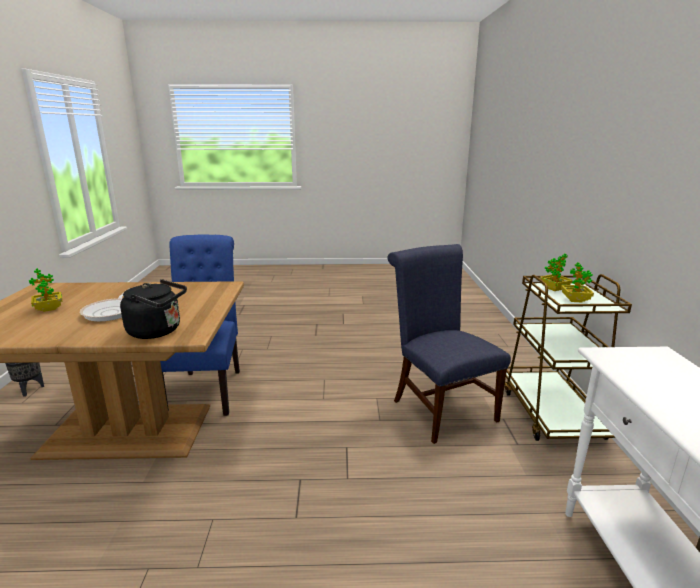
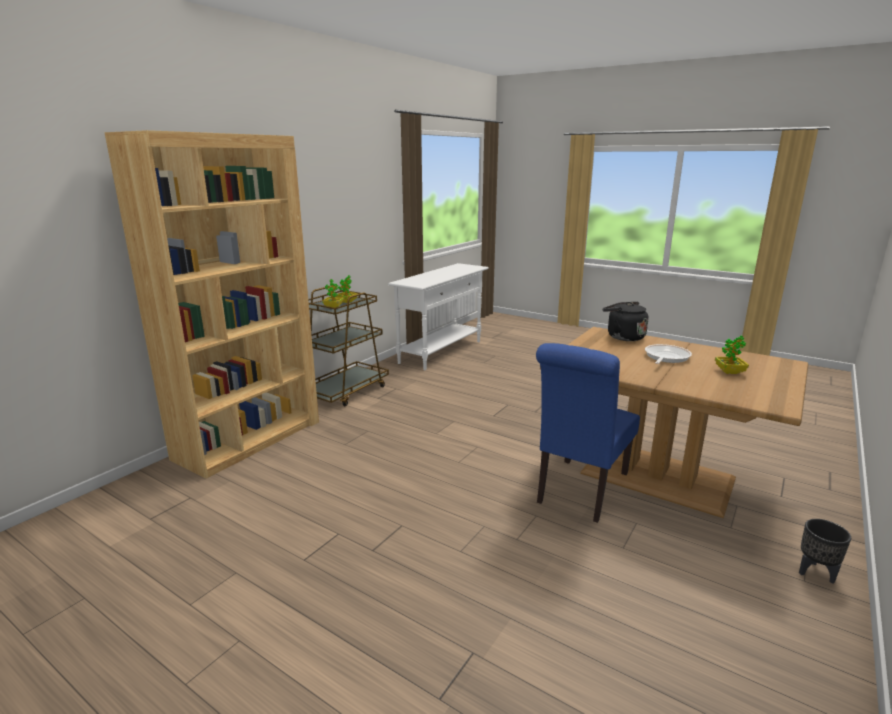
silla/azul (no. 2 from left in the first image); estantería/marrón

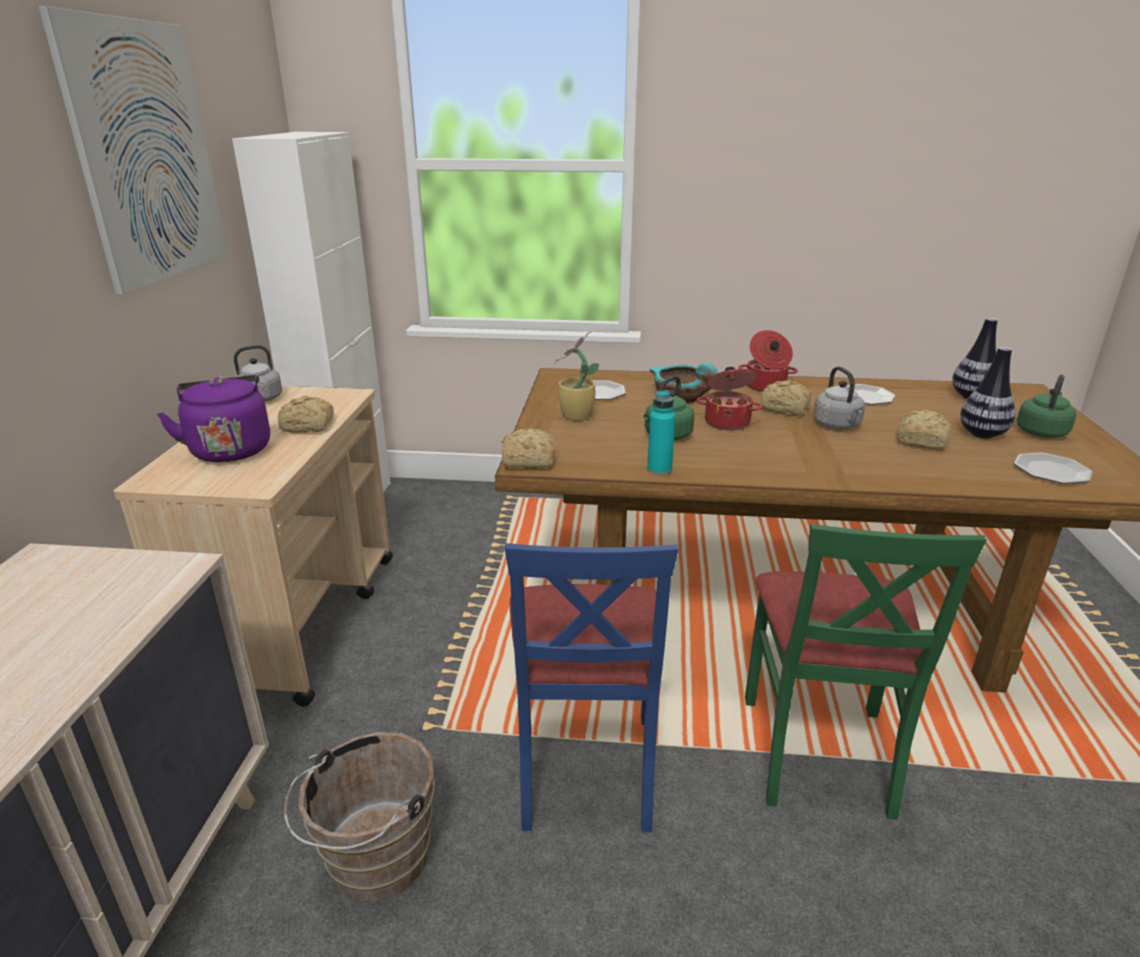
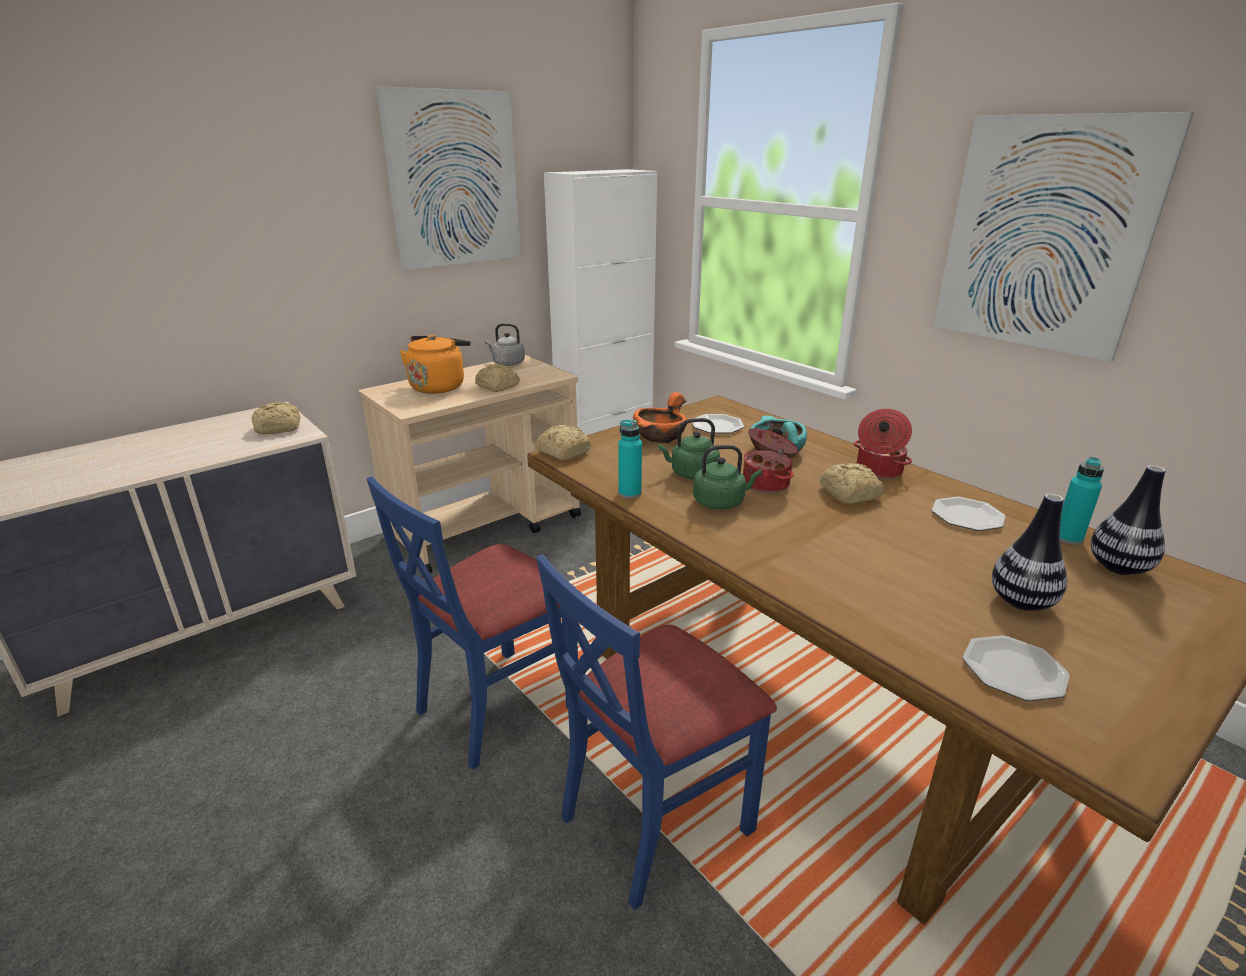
cuenco/naranja; hervidor/gris (no. 2 from left in the first image); hervidor/verde (no. 2 from left); hervidor/naranja; pan (no. 1 from left); silla/azul (no. 2 from left); cubo/marrón; cuadro (no. 2 from left); botella/turquesa (no. 2 from left)

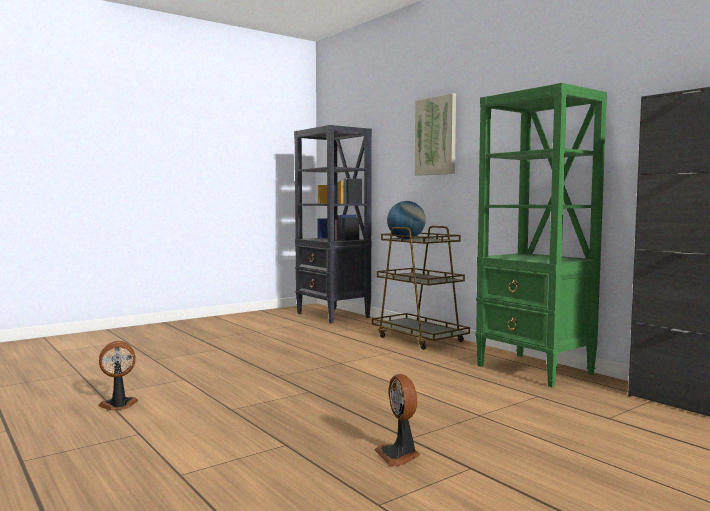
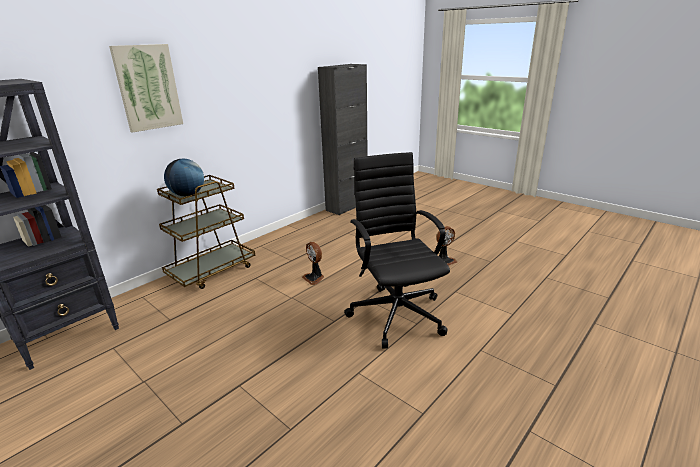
estantería/verde; ventilador (no. 1 from left); silla de oficina/negro

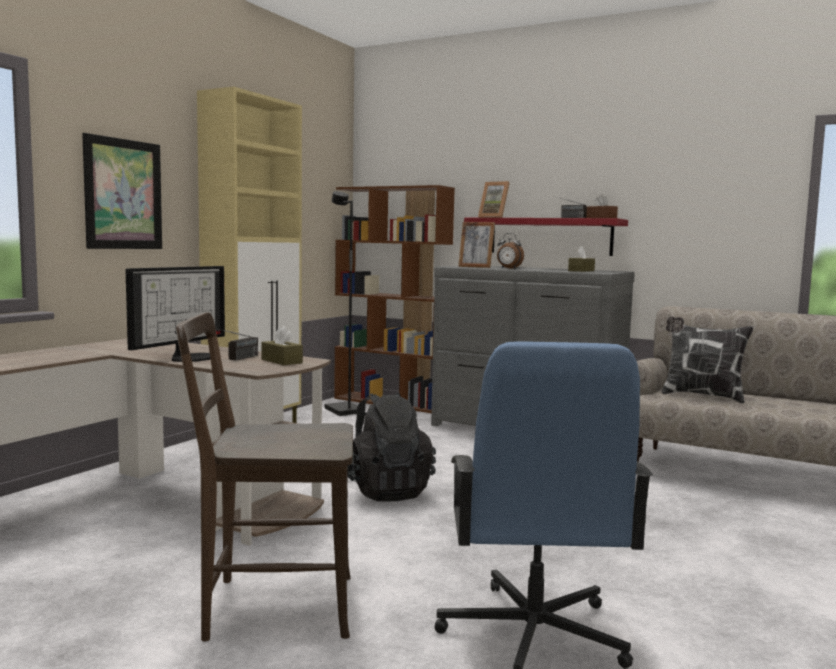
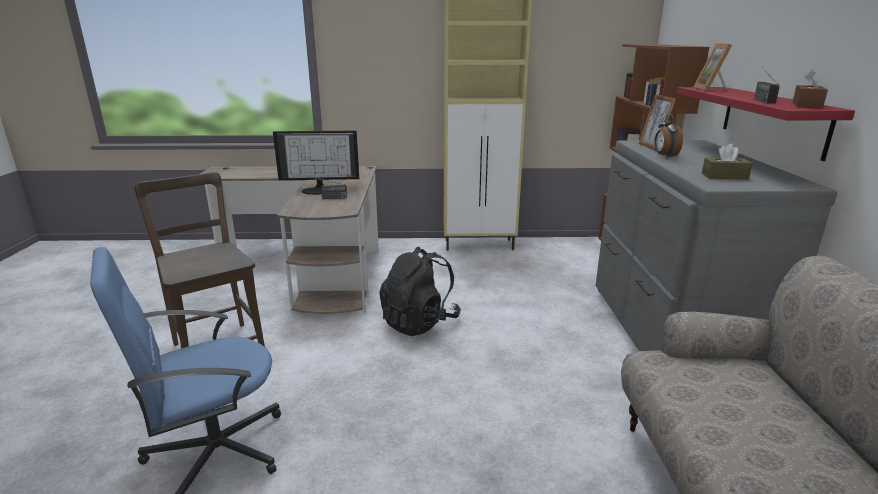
cuadro; lámpara de pie/negro; cojín; caja de pañuelos/marrón (no. 1 from left in the first image)

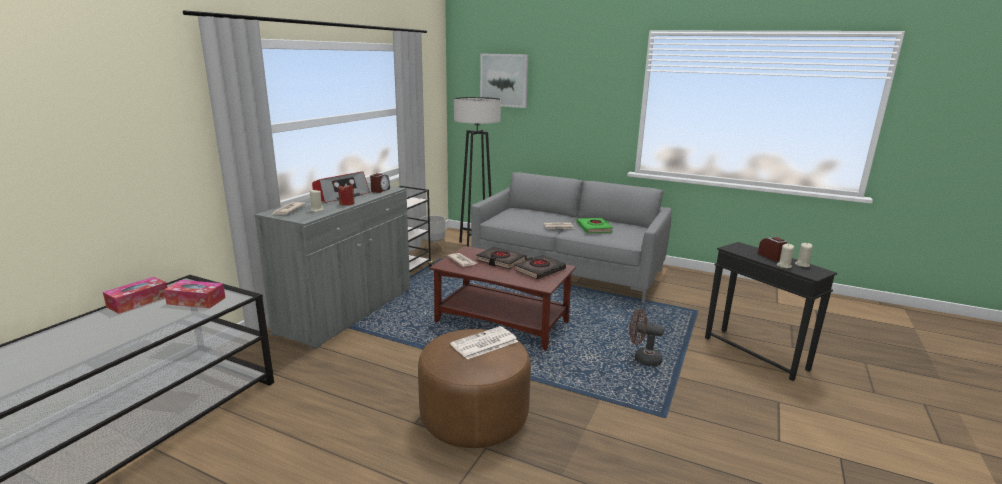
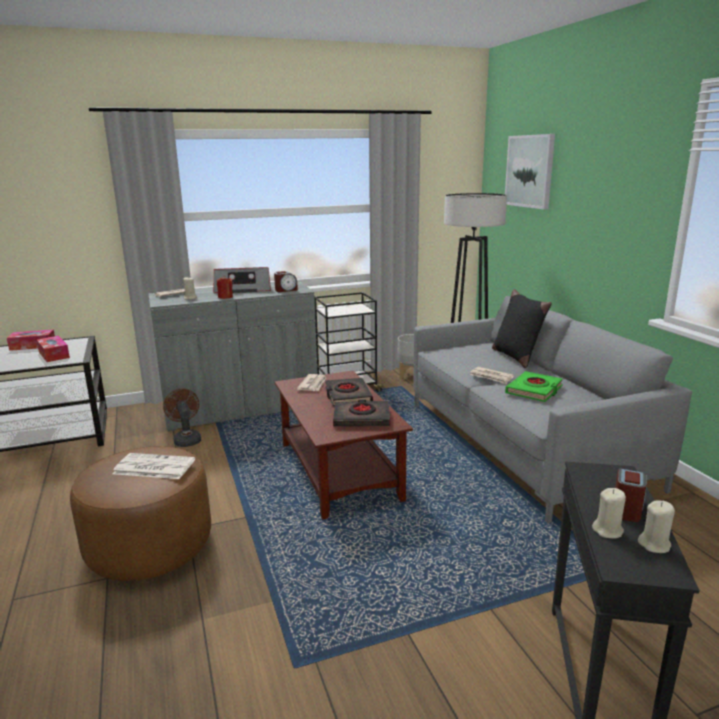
ventilador/marrón; cojín/negro

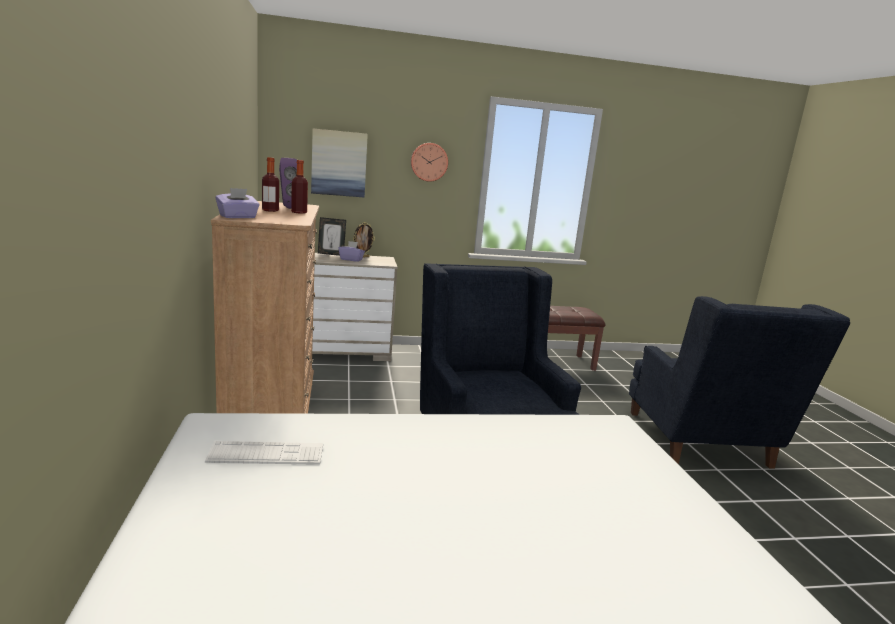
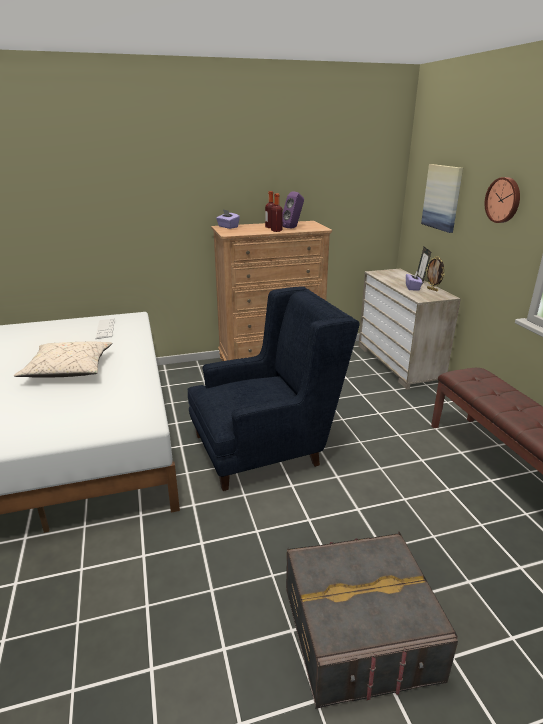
caja de almacenaje/gris; cojín/beis

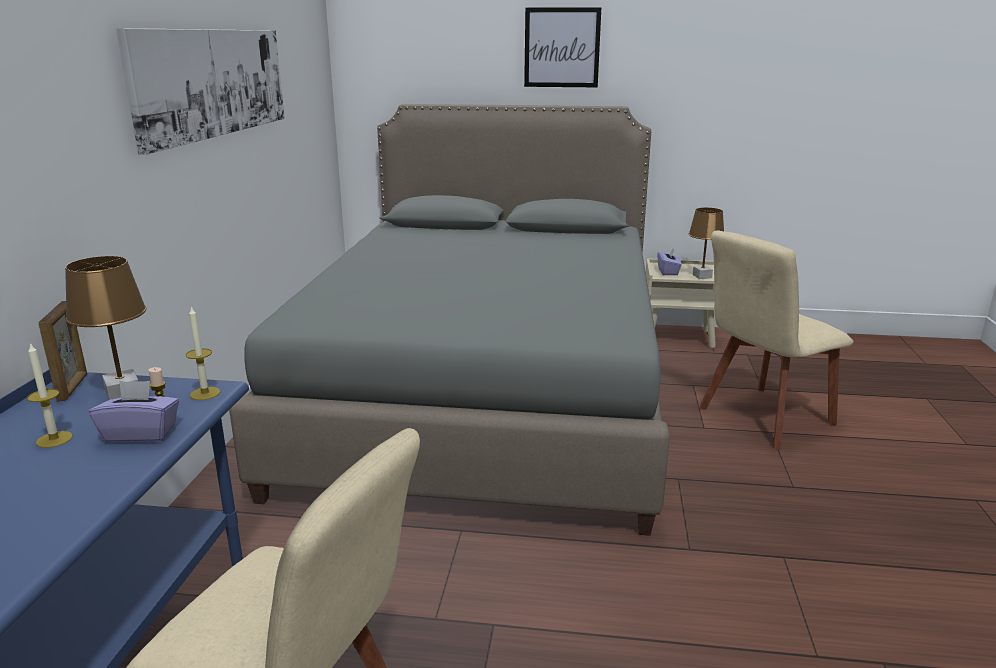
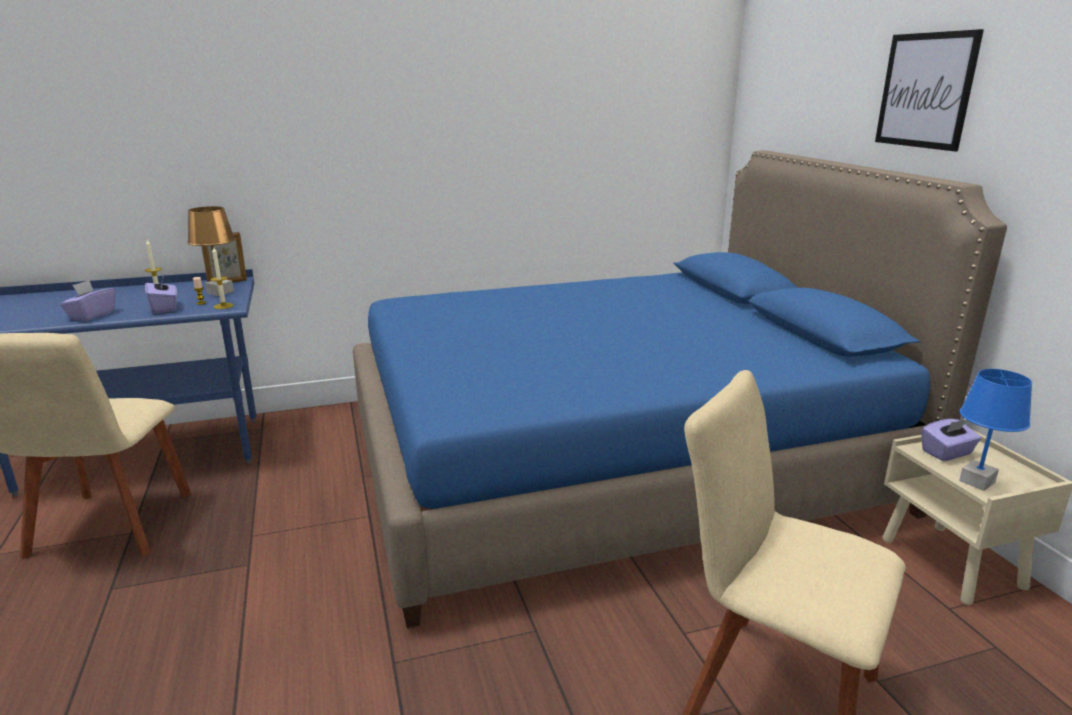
cuadro (no. 1 from left in the first image); cama/azul; lámpara de mesa/azul; caja de pañuelos/morado (no. 1 from left)

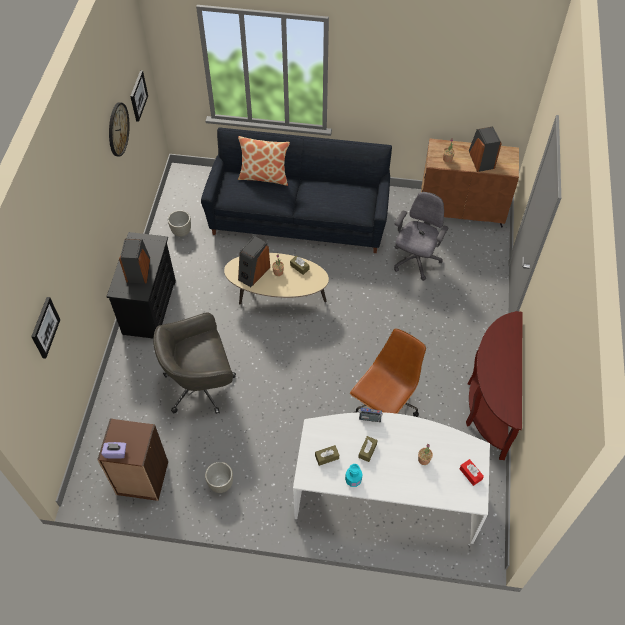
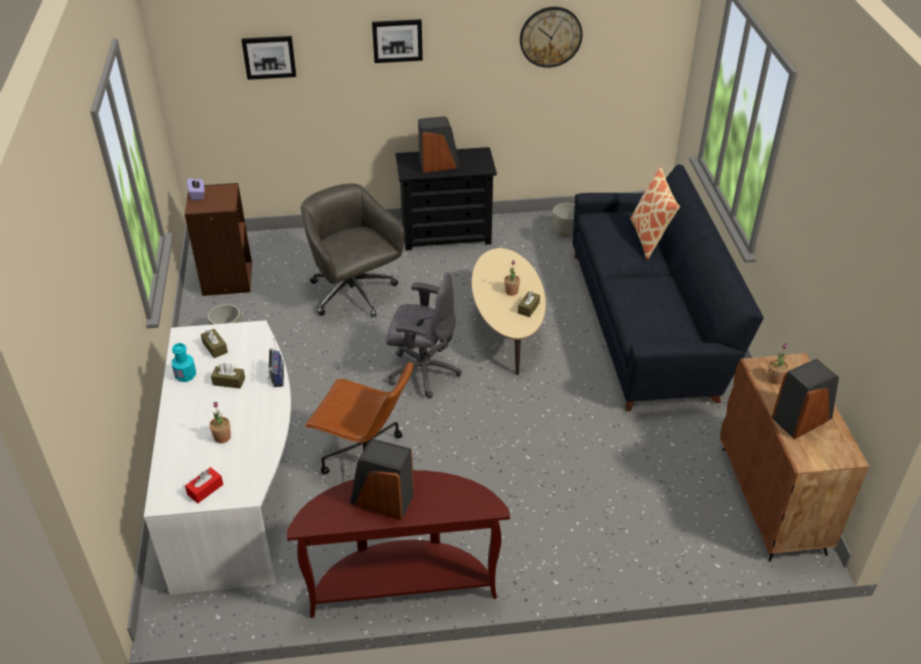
cuadro (no. 2 from left); silla de oficina/gris (no. 2 from left); altavoz (no. 1 from left)

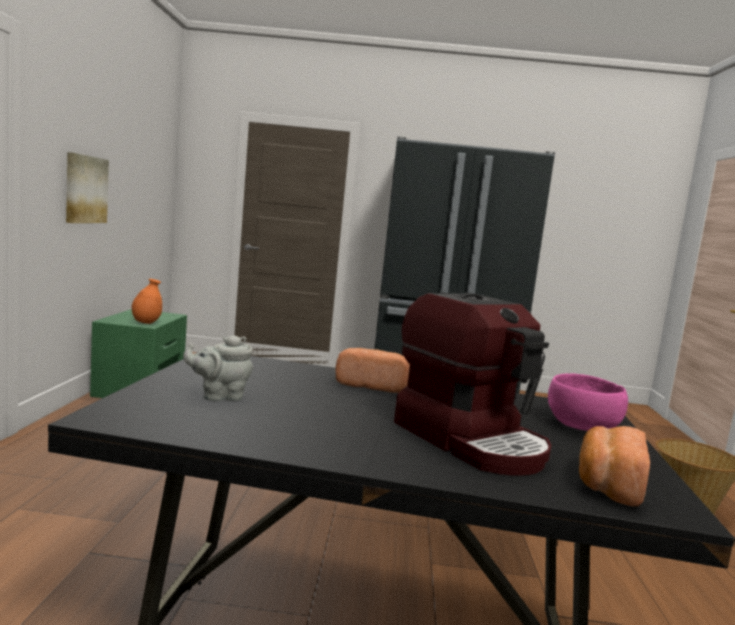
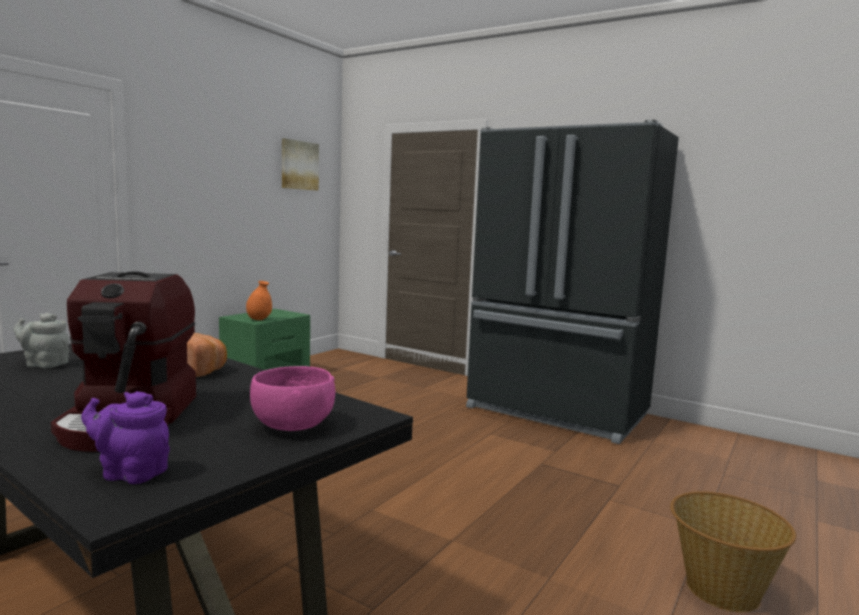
cuadro; tetera/morado

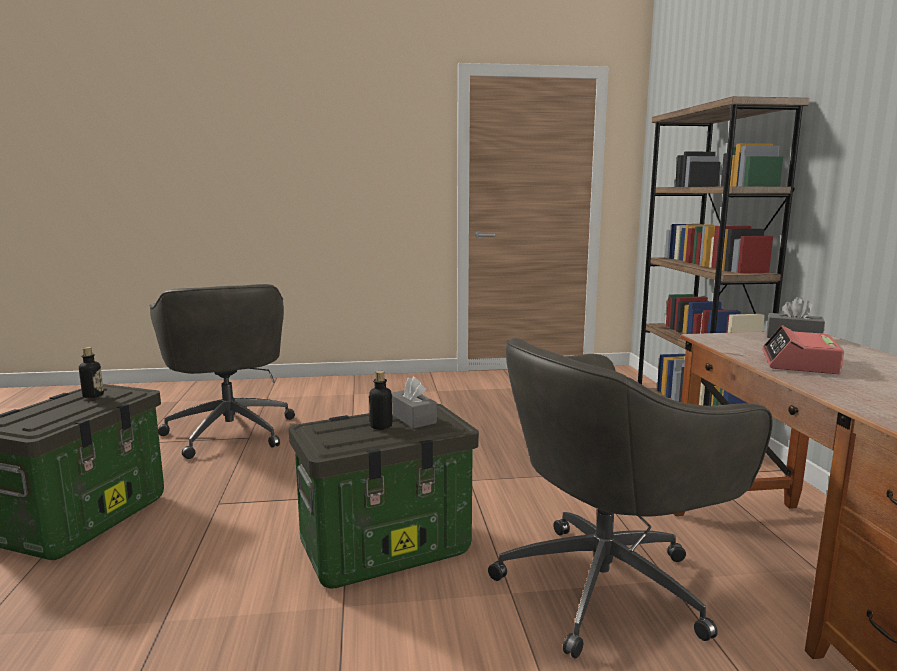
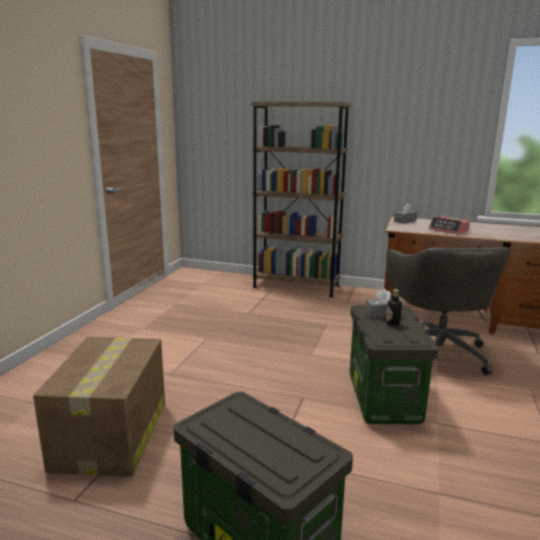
caja de cartón; botella (no. 1 from left in the first image)

